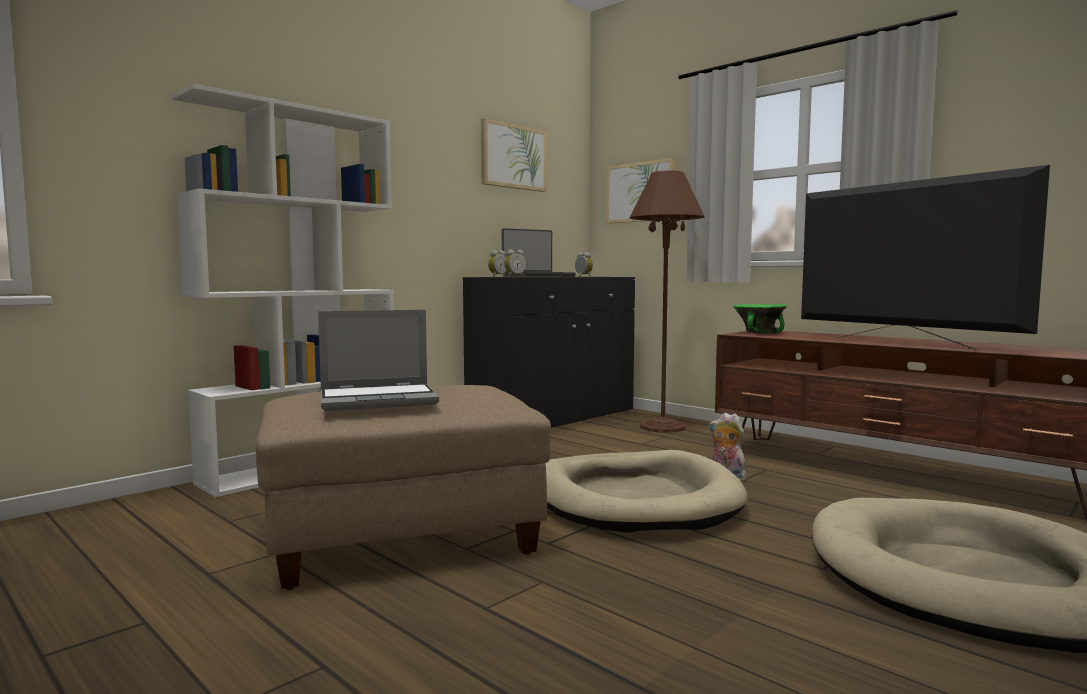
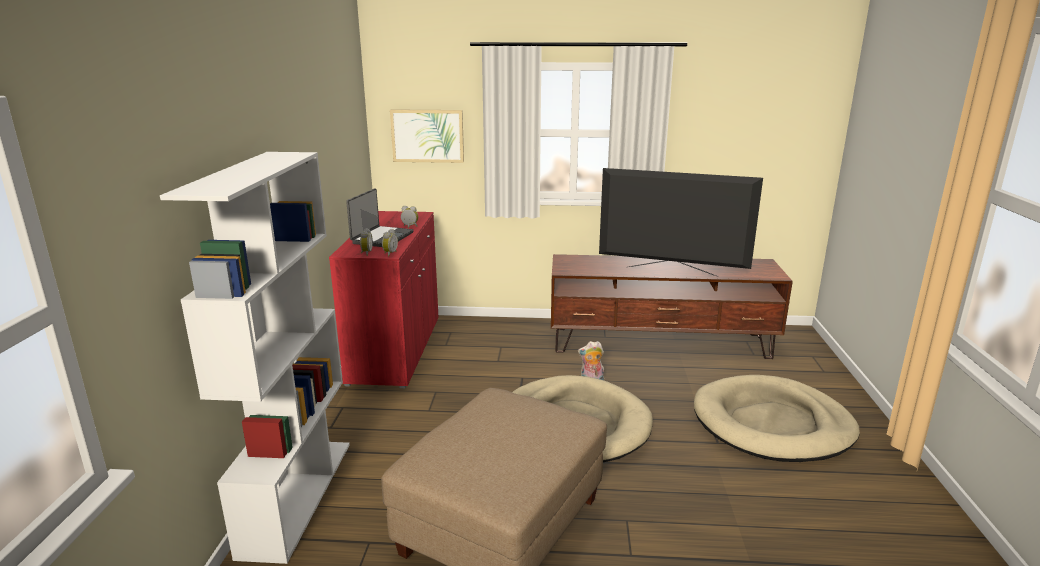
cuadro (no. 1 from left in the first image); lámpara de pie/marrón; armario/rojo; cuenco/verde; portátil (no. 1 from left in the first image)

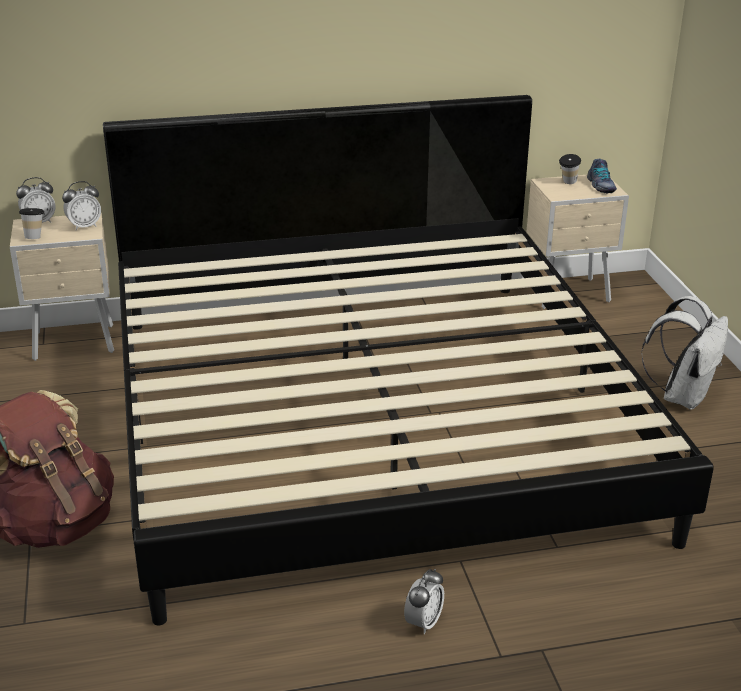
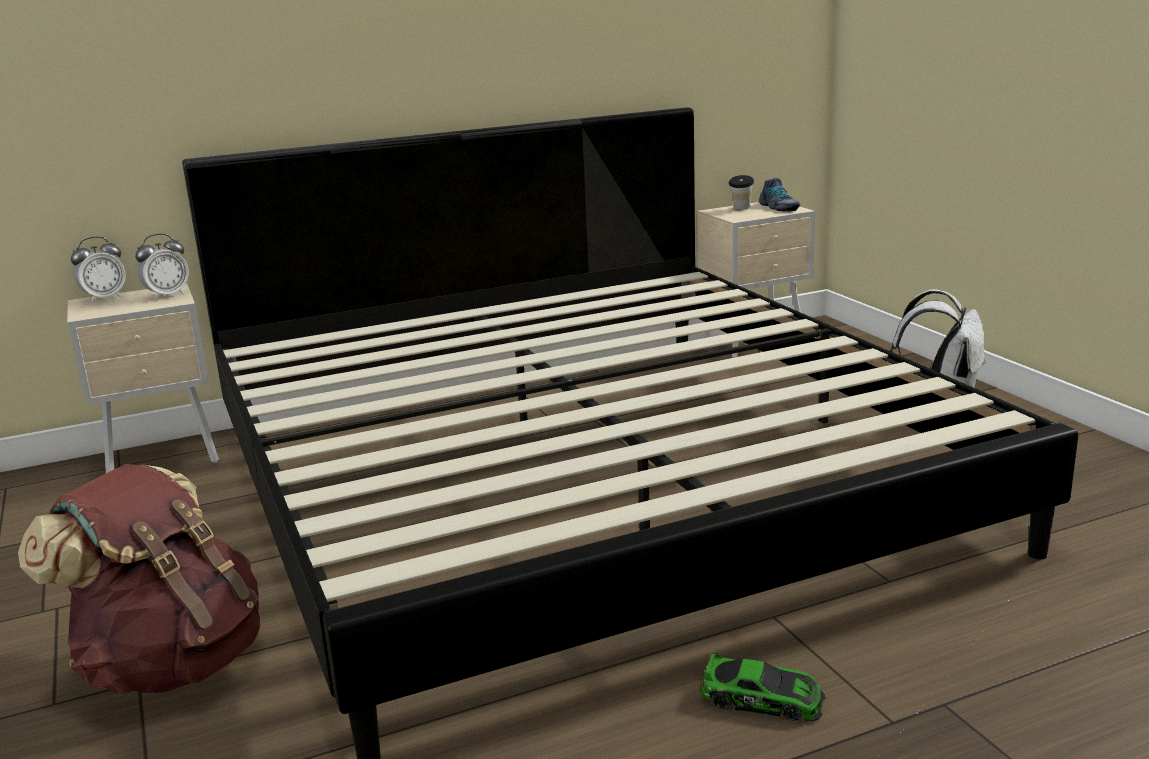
taza (no. 1 from left in the first image); coche de juguete

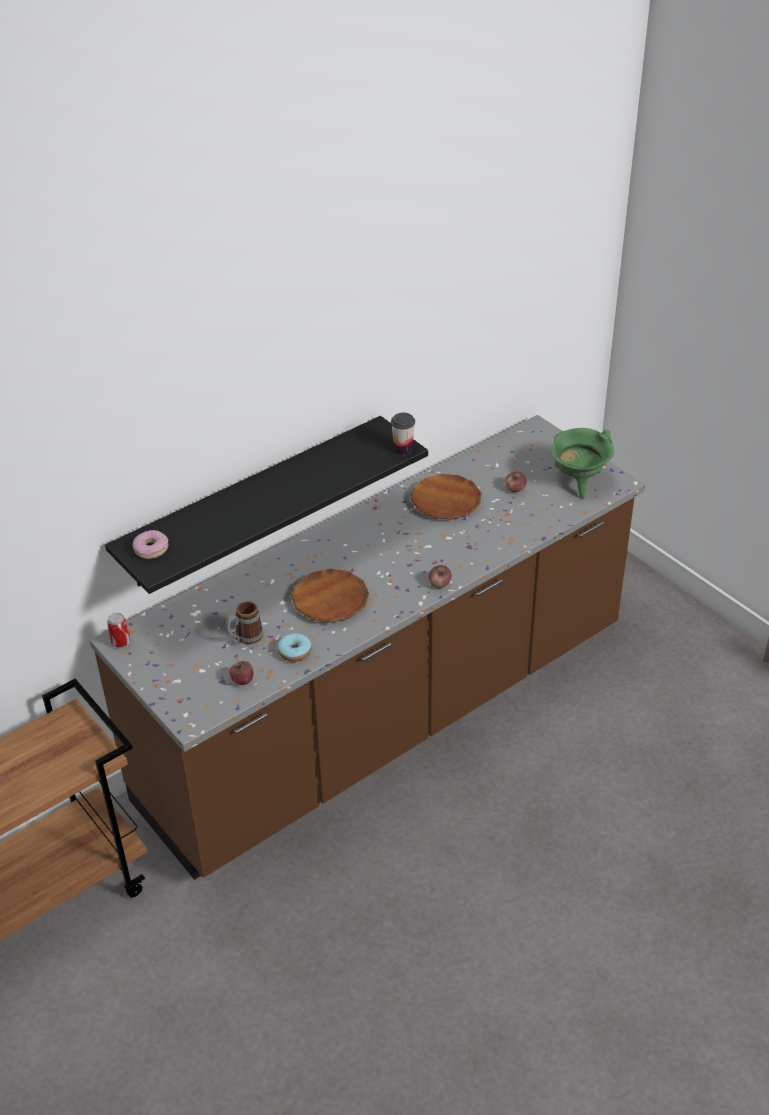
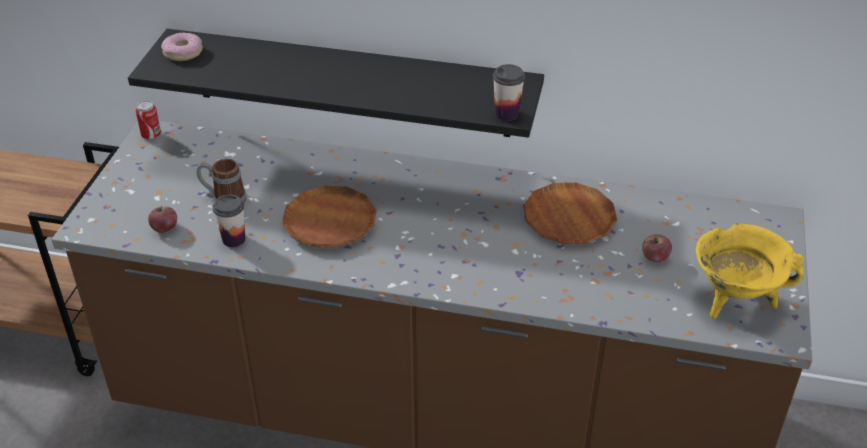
olla/amarillo; manzana (no. 2 from left in the first image); taza (no. 1 from left)

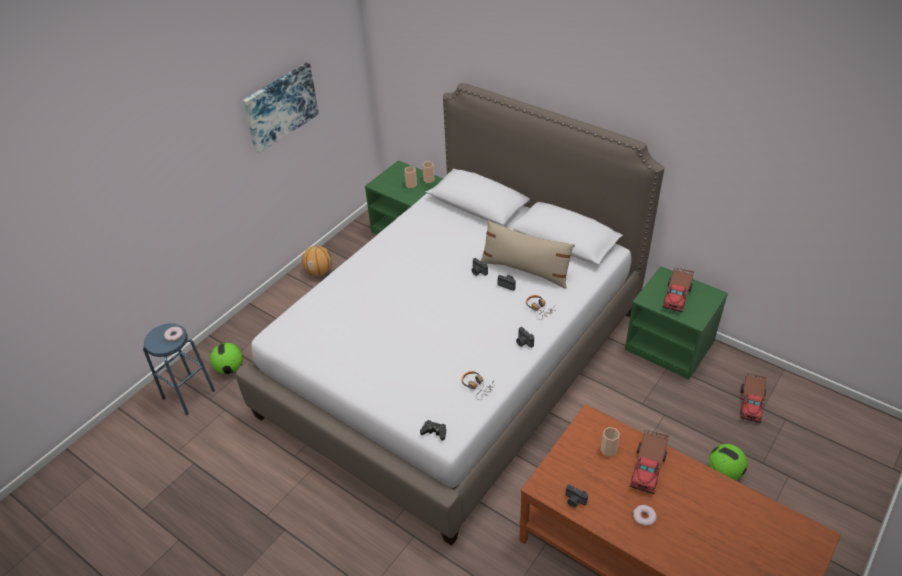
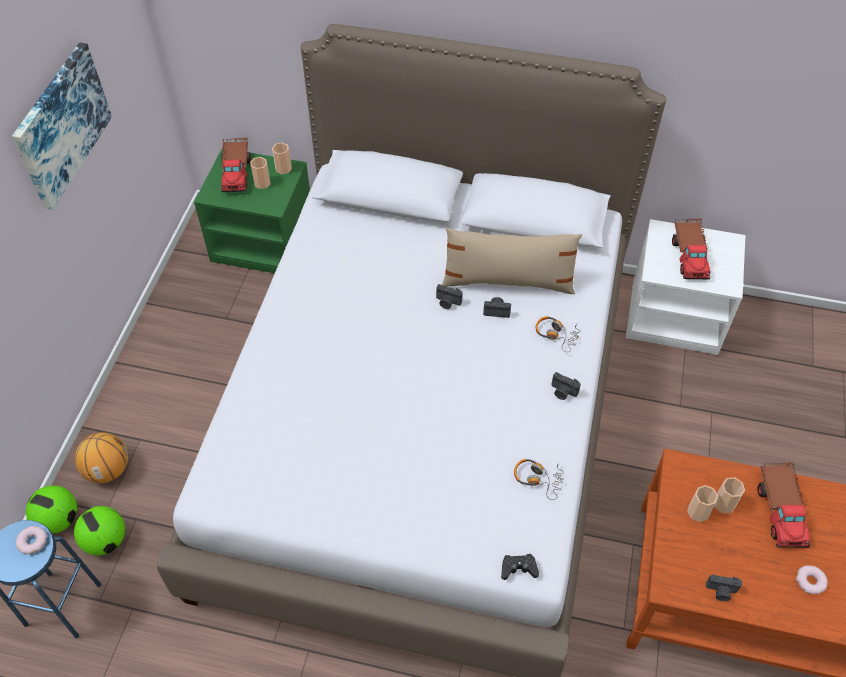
balón de baloncesto; mesita de noche/blanco; camión de juguete (no. 1 from left); balón de fútbol (no. 1 from left); taza (no. 3 from left)

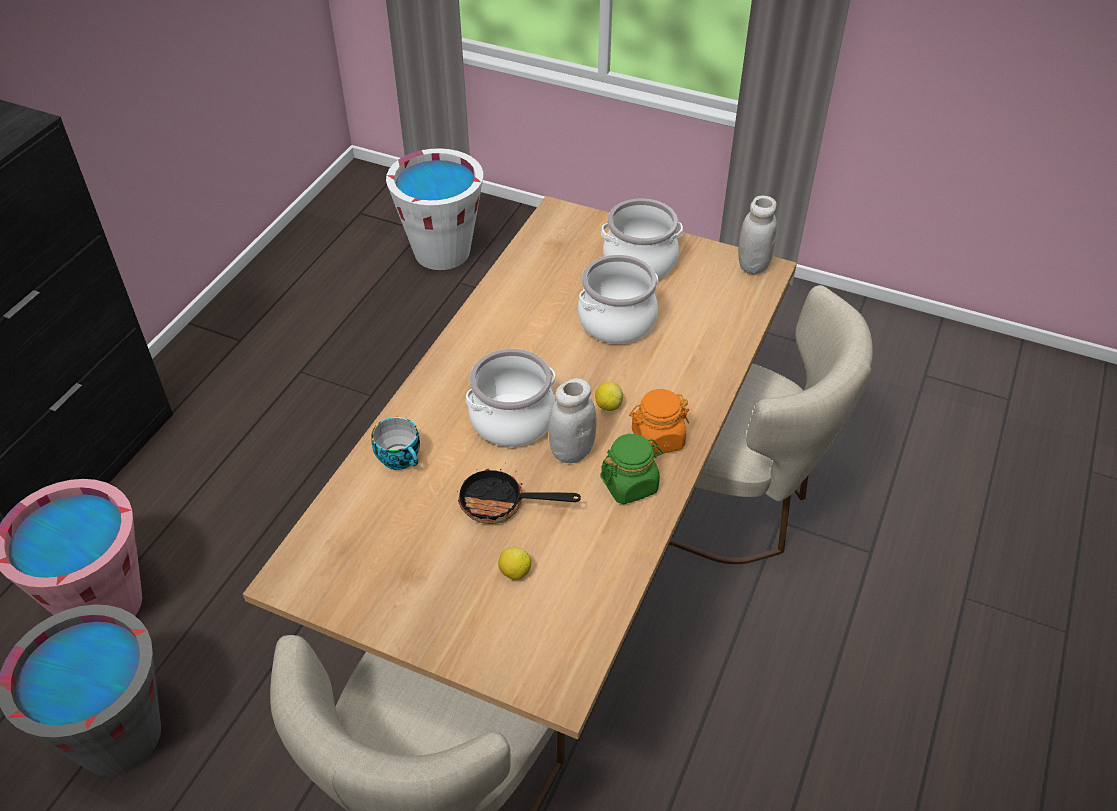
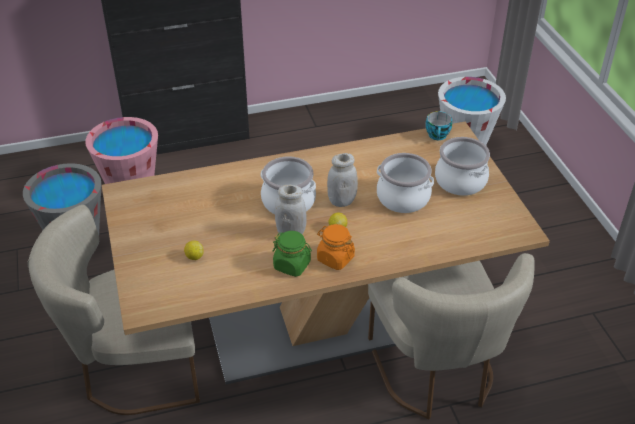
tarro/blanco (no. 2 from left); taza; sartén

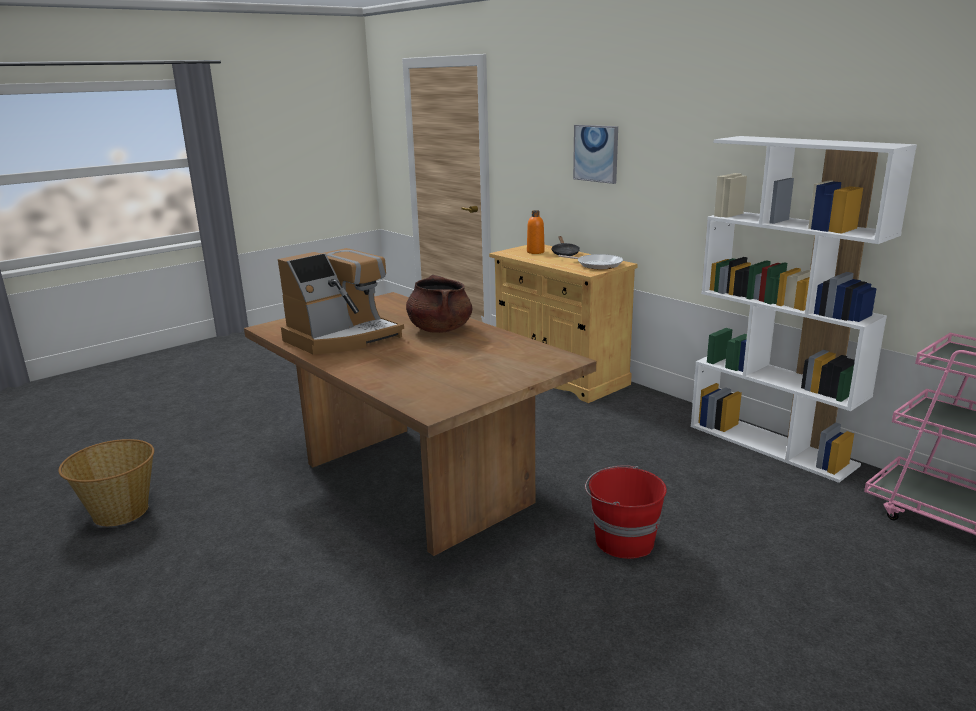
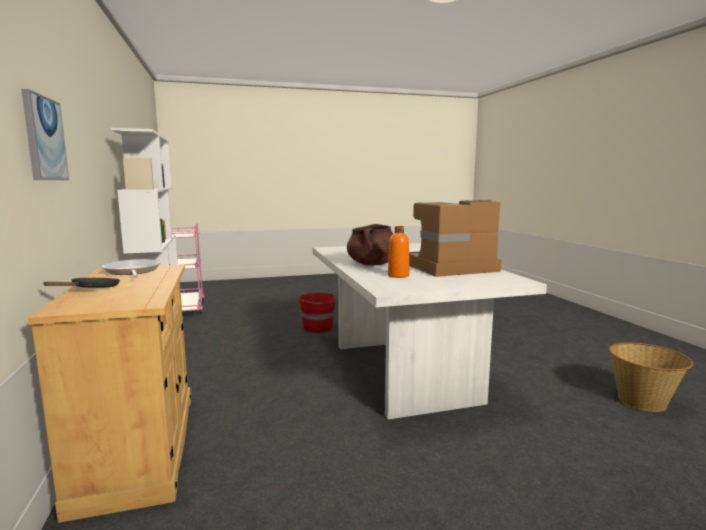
botella/naranja; mesa de comedor/blanco

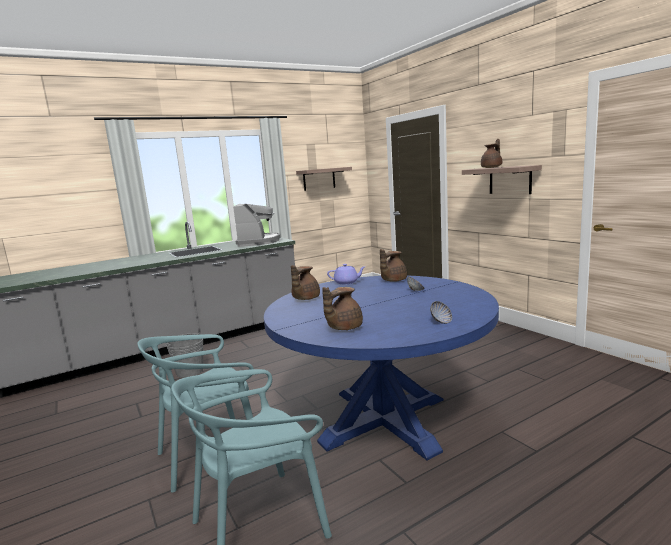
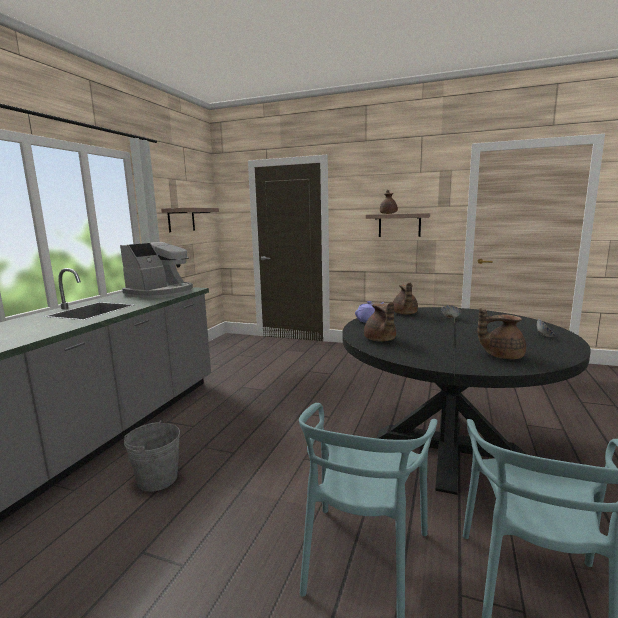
cafetera; mesa de comedor/negro; tetera/marrón (no. 4 from left)

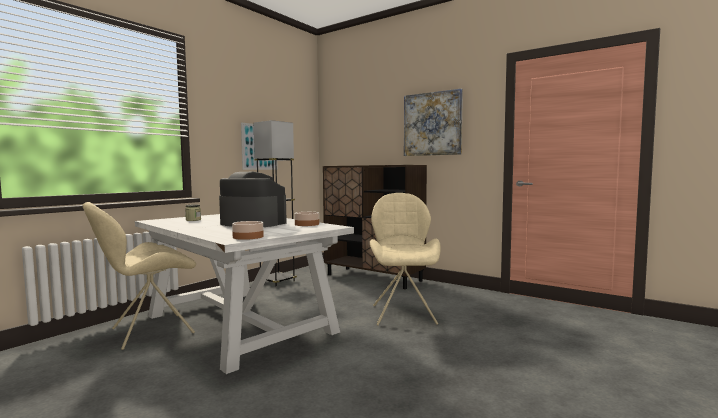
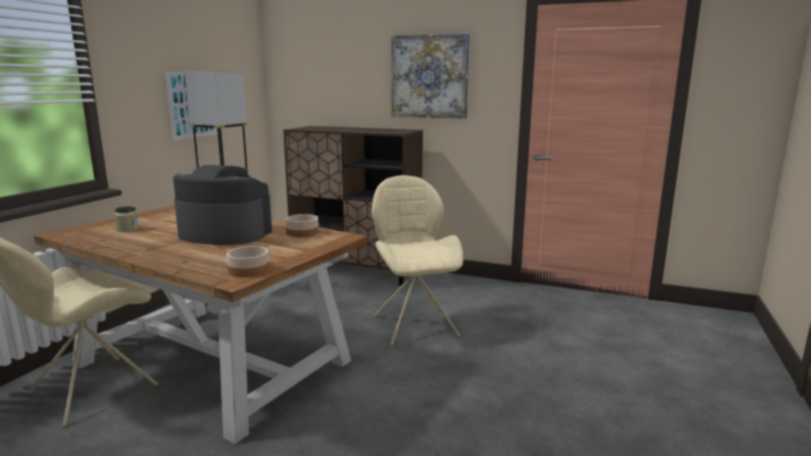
mesa de comedor/marrón

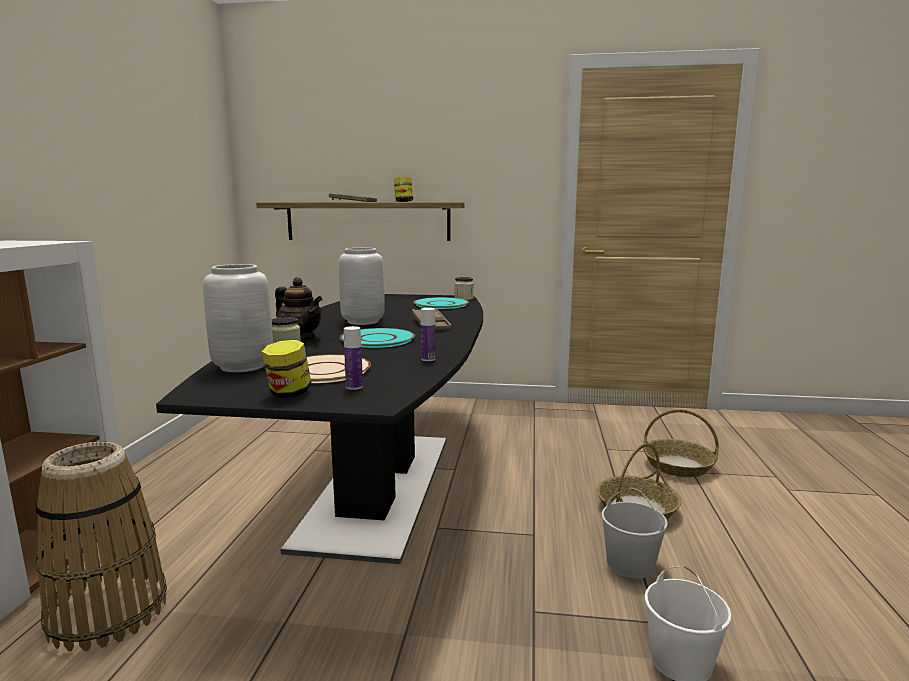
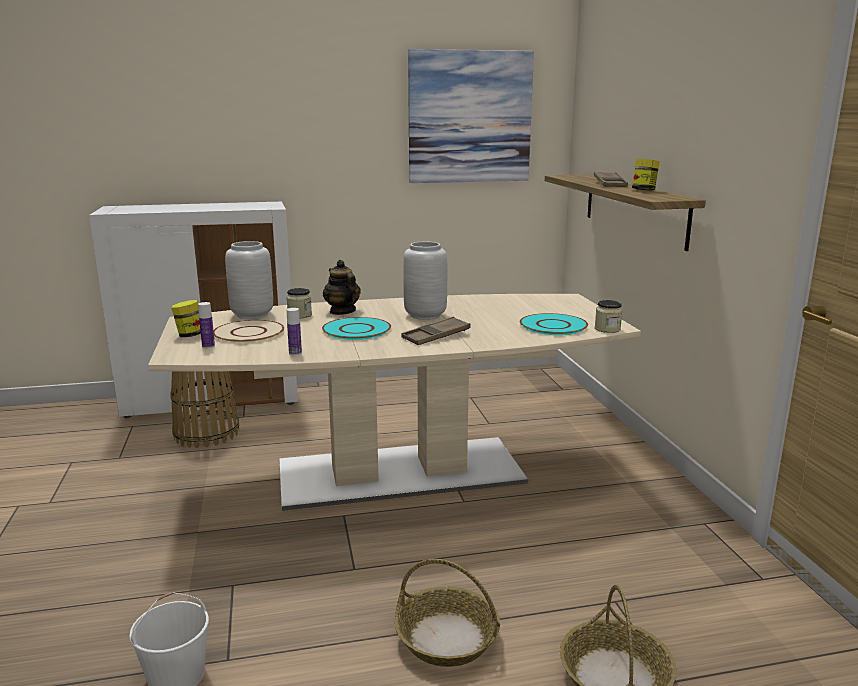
tetera; mesa de comedor/beis; cubo/blanco (no. 1 from left in the first image); cuadro

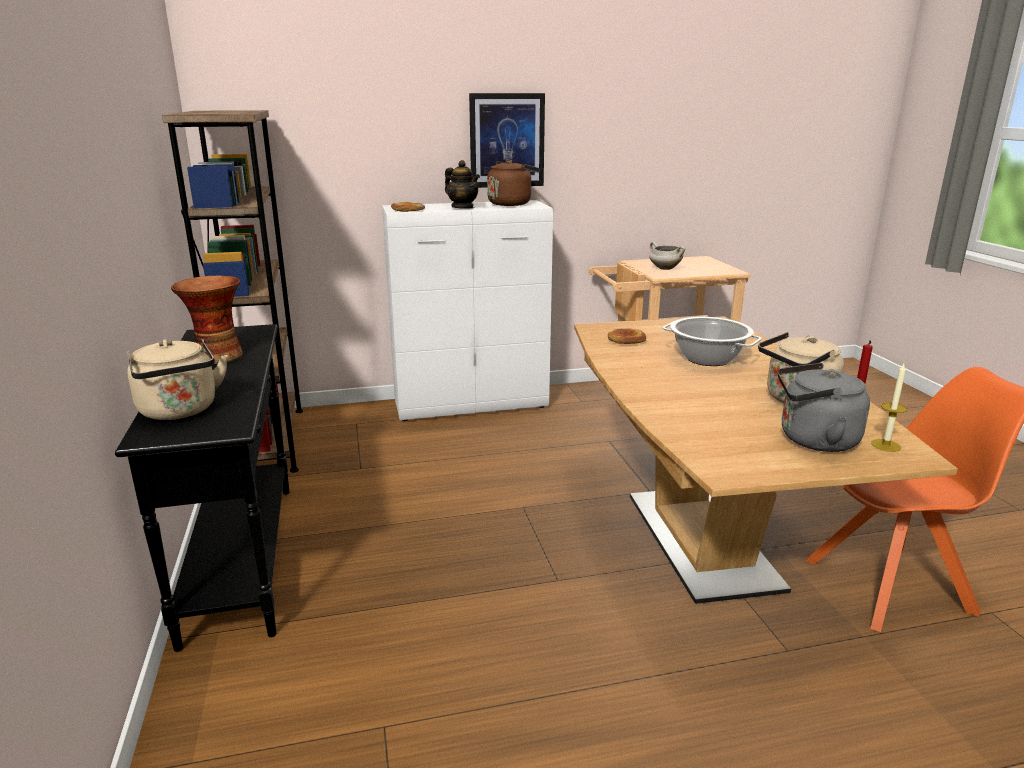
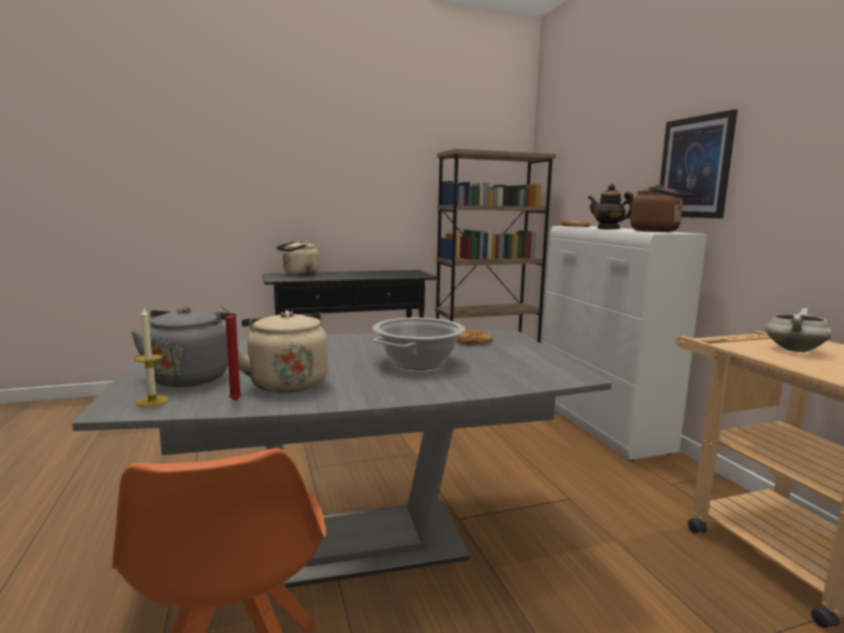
tetera; florero; mesa de comedor/gris

